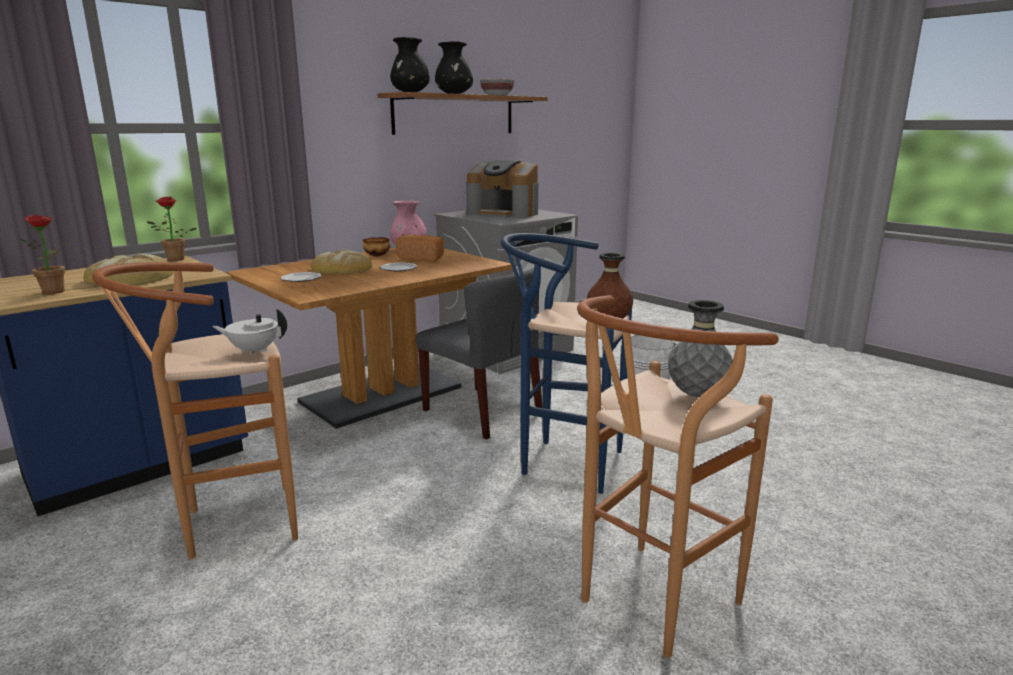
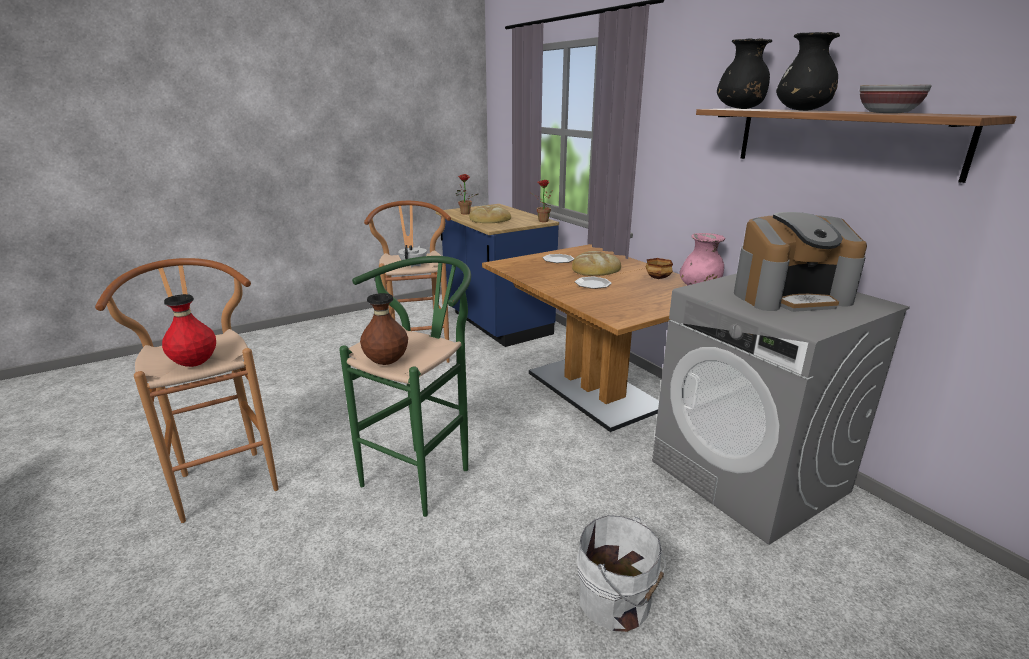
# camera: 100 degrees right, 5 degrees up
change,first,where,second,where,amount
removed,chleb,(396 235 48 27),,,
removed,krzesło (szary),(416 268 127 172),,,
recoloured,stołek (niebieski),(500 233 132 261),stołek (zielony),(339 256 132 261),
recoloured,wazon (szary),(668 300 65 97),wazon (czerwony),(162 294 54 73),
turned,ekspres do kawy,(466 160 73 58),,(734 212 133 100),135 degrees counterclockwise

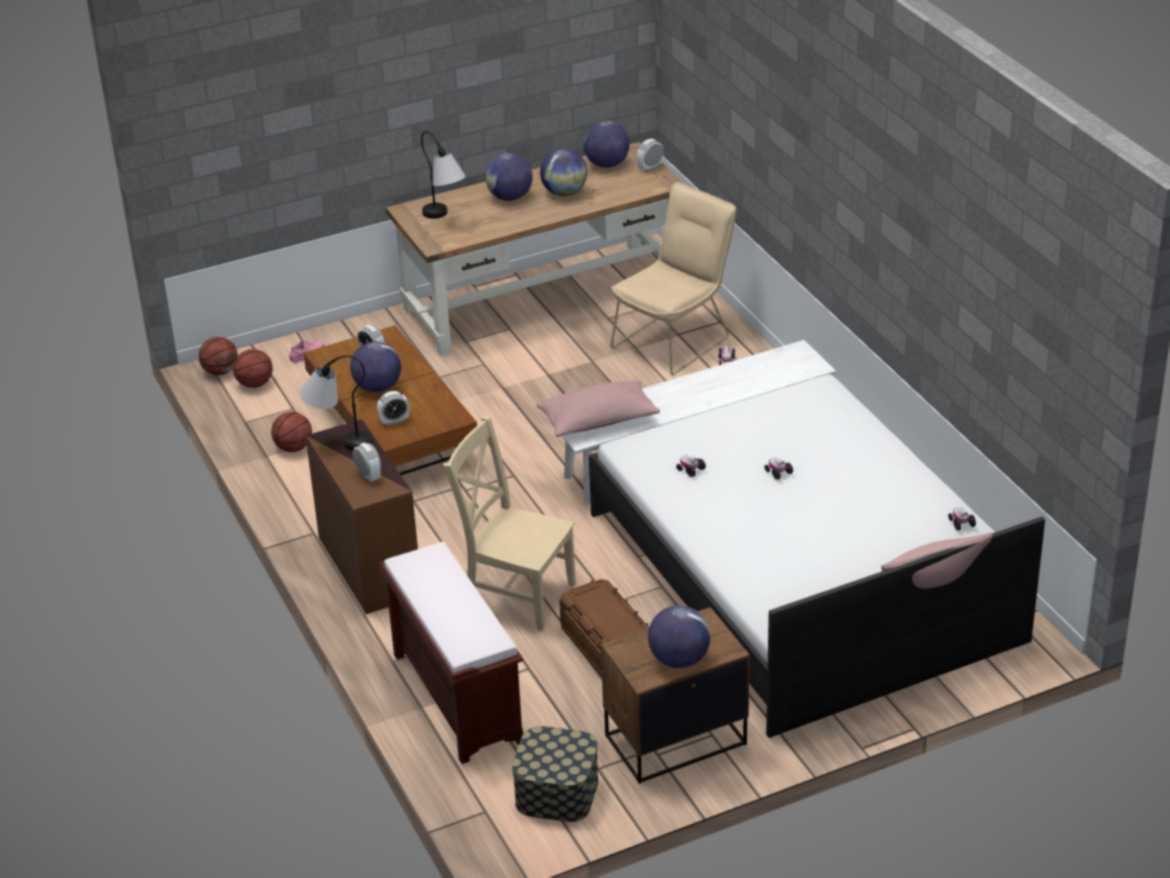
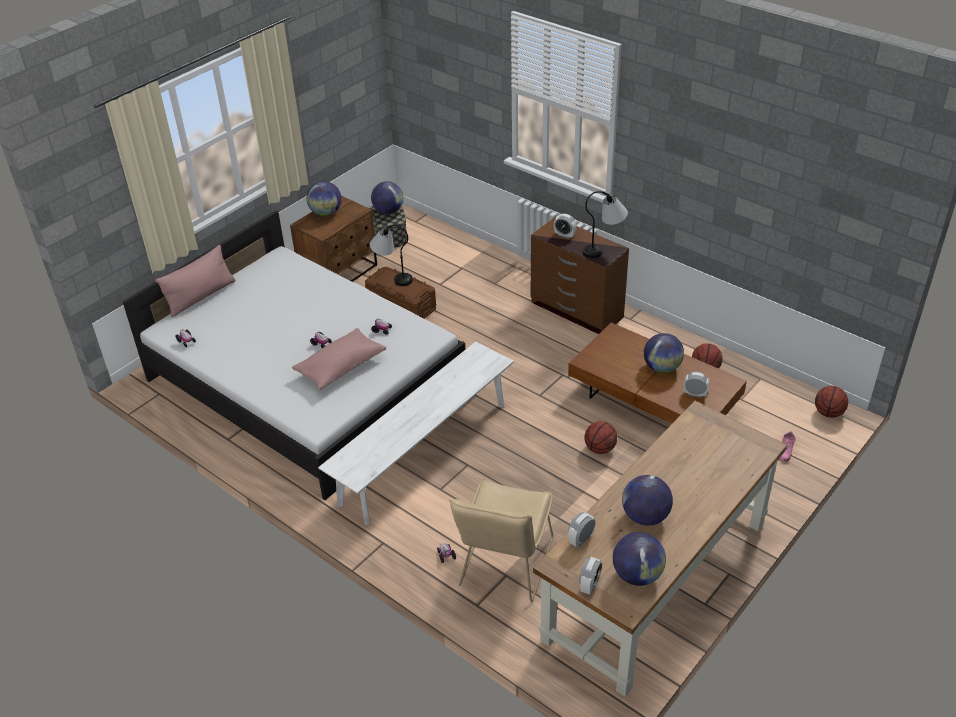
# camera: 155 degrees right, 5 degrees up
change,first,where,second,where,amount
removed,ławka (brązowy),(379 542 144 222),,,
removed,krzesło (beżowy),(443 415 133 216),,,
moved,piłka do koszykówki,(233 349 40 39),,(585 421 32 33),
moved,budzik,(377 391 33 35),,(568 512 27 35),
moved,lampa stołowa,(421 131 45 88),,(370 225 43 61),
moved,globus,(485 153 48 48),,(371 181 33 33),
moved,poduszka (różowy),(537 380 123 57),,(292 328 94 62),

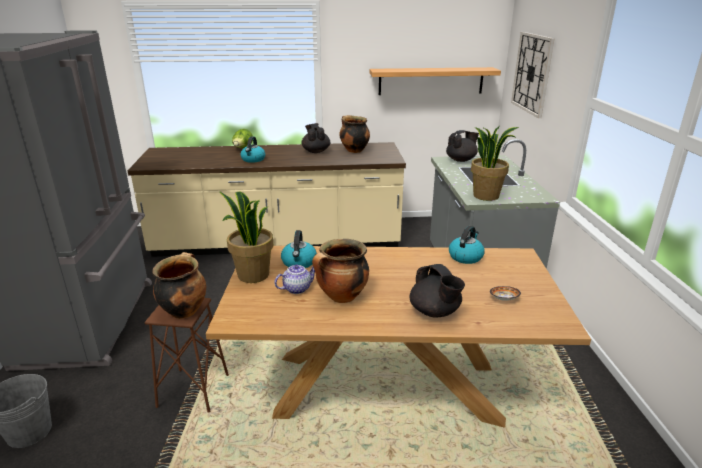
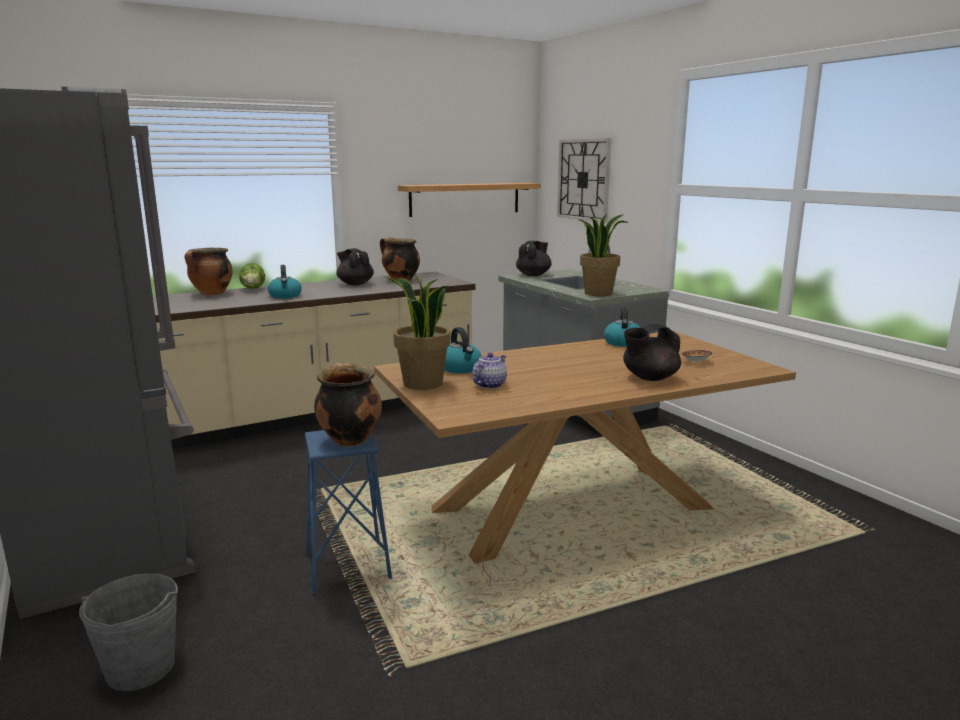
# camera: 25 degrees left, 10 degrees down
change,first,where,second,where,amount
moved,garnek,(312 239 57 64),,(185 248 47 47),
recoloured,stołek (brązowy),(144 298 85 115),stołek (niebieski),(305 430 87 164),
turned,imbryk (czarny),(409 264 56 54),,(623 324 58 57),120 degrees clockwise

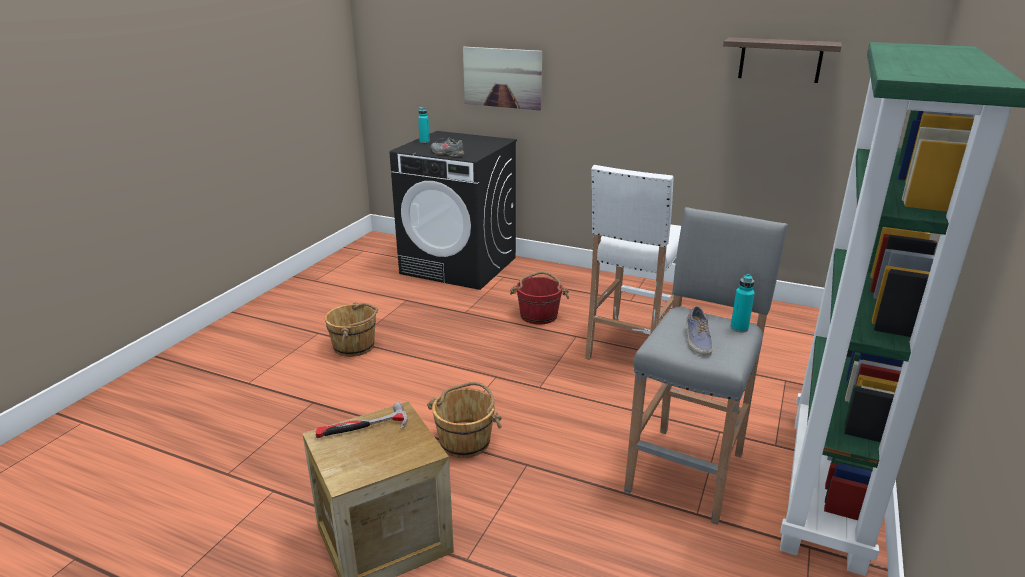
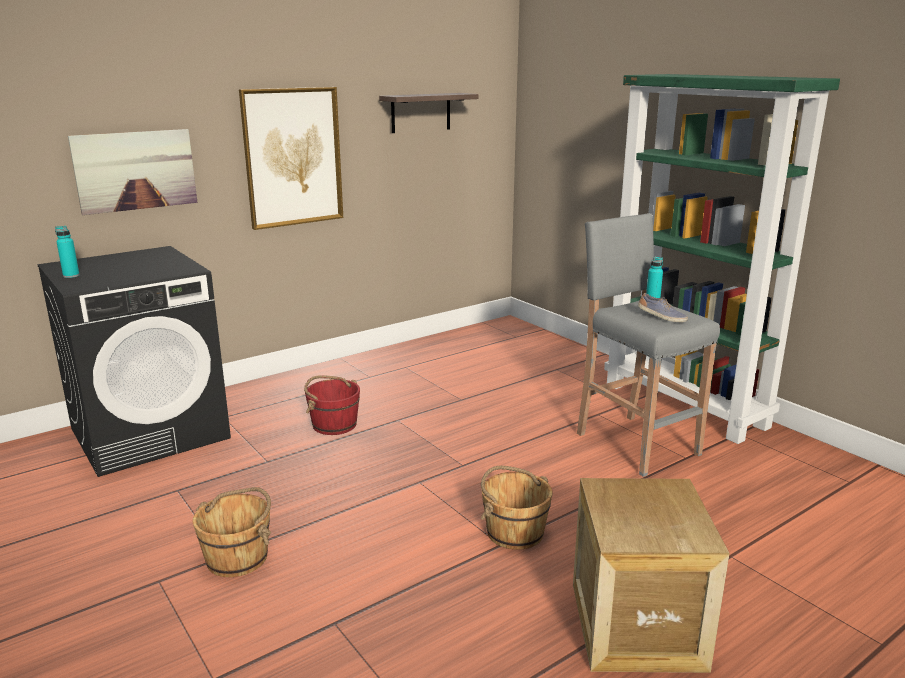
# camera: 60 degrees left, 5 degrees down
change,first,where,second,where,amount
removed,młotek,(315 402 93 36),,,
removed,but (szary),(431 137 33 20),,,
removed,stołek (biały),(585 165 96 195),,,
added,,,obraz,(239 87 104 143),

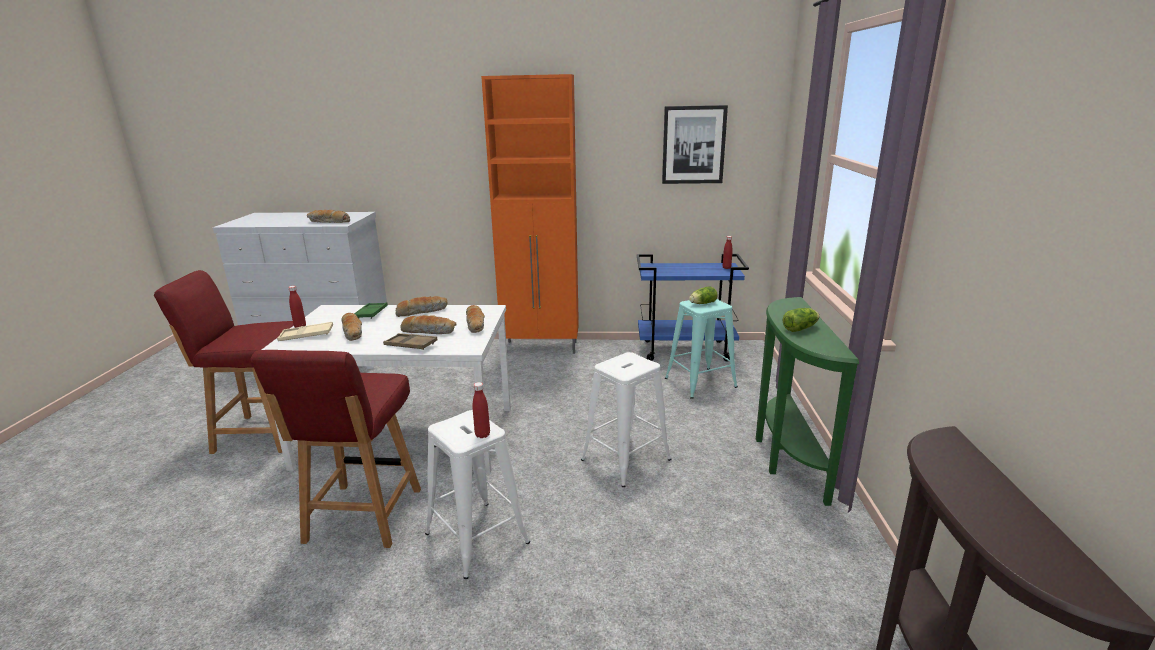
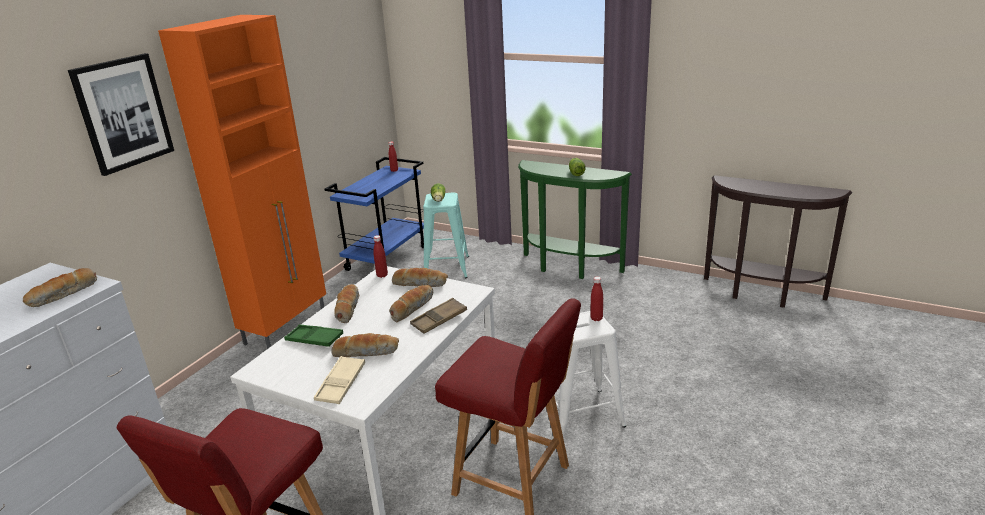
# camera: 65 degrees left, 5 degrees up
change,first,where,second,where,amount
removed,stołek (biały),(581 352 90 135),,,
moved,butelka (czerwony),(288 286 18 42),,(373 235 15 43),
moved,obraz,(662 105 66 79),,(68 53 106 123),

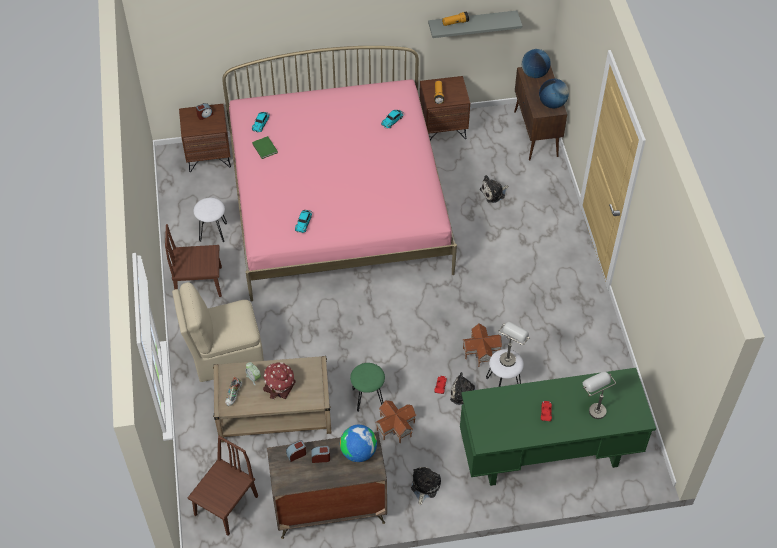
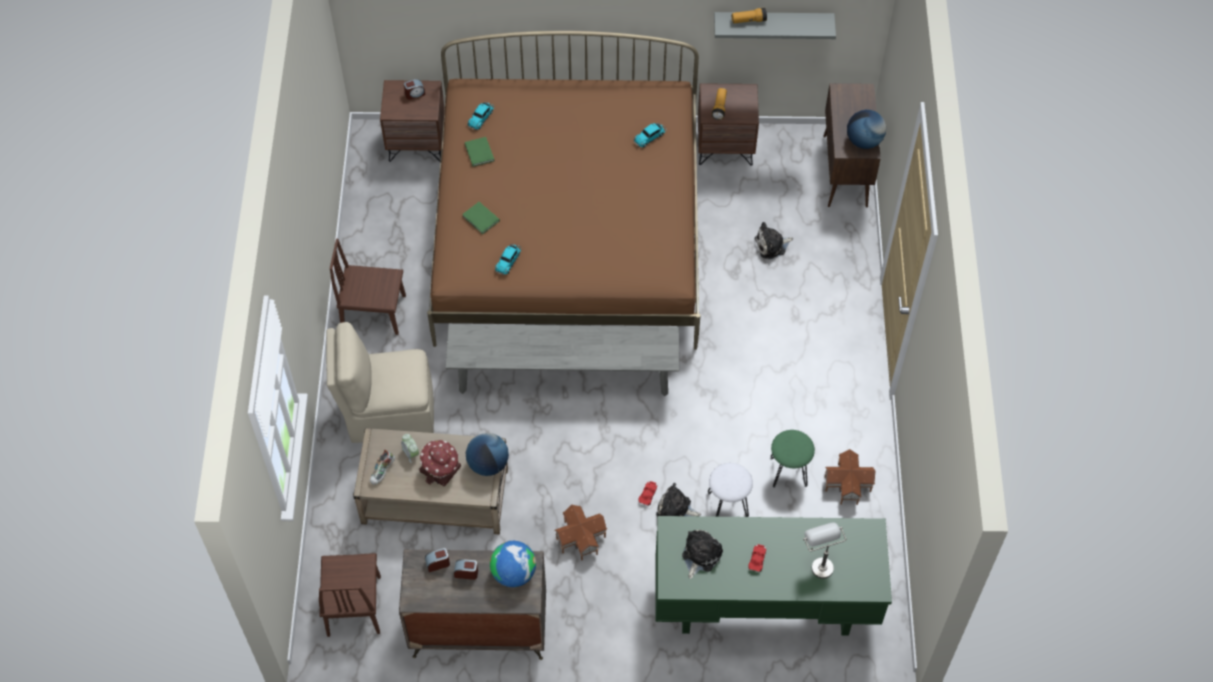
# camera: 10 degrees right, 5 degrees up
change,first,where,second,where,amount
removed,stołek (biały),(194 198 33 44),,,
removed,lampa stołowa (szary),(499 322 31 45),,,
added,,,ławka (szary),(445 324 234 72),
added,,,książka (zielony),(462 202 38 32),
moved,stołek (zielony),(350 363 35 49),,(770 430 45 58),
moved,pluszak,(411 467 30 38),,(682 530 41 49),
moved,domek,(463 323 39 44),,(825 449 50 56),
moved,globus,(522 49 29 29),,(466 433 43 43),
recoloured,łóżko (różowy),(222 46 235 256),łóżko (brązowy),(427 31 274 319),
turned,krzesło (brązowy),(188 436 70 100),,(319 553 62 84),135 degrees clockwise

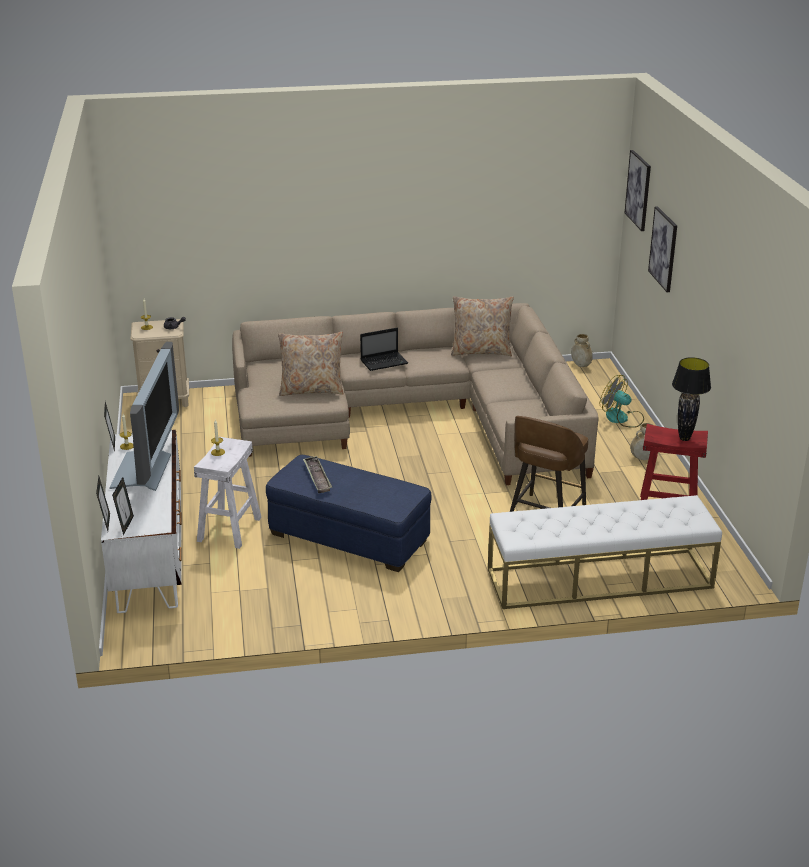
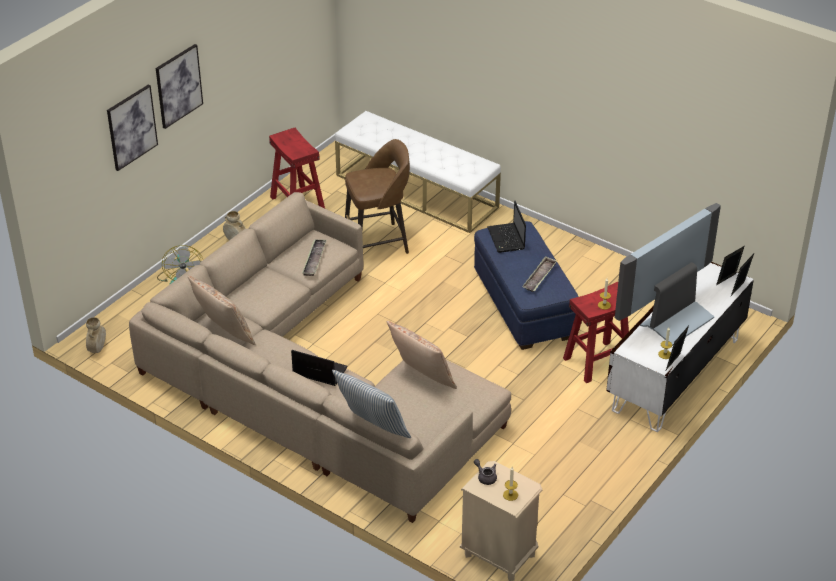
# camera: 135 degrees left, 10 degrees up
change,first,where,second,where,amount
removed,lampa stołowa (czarny),(672 357 39 84),,,
added,,,taca,(302 239 25 37),
added,,,poduszka,(332 370 79 68),
added,,,laptop,(487 201 39 52),
moved,obraz,(625 150 26 81),,(156 44 47 85),
recoloured,stołek (biały),(194 437 68 112),stołek (czerwony),(563 282 66 101),

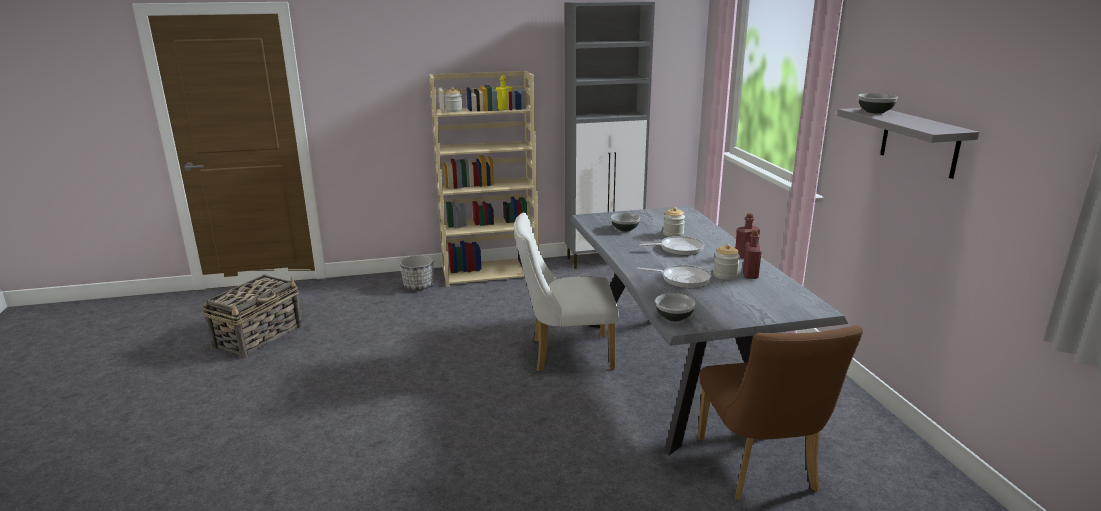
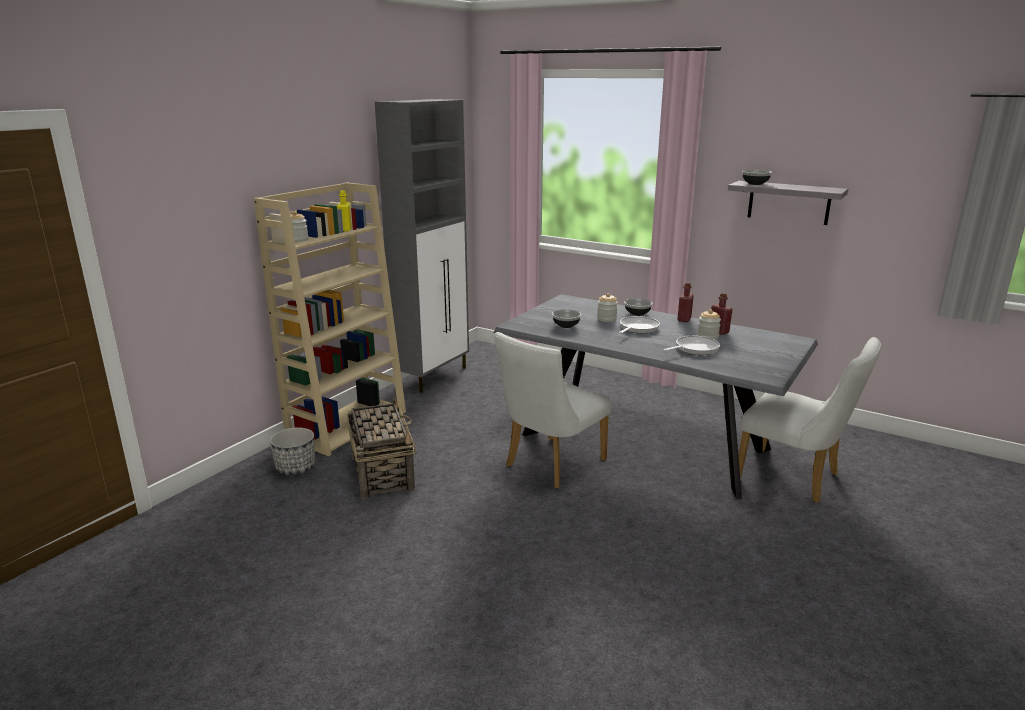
# camera: 45 degrees left, 0 degrees up
change,first,where,second,where,amount
moved,koszyk,(202 275 101 84),,(347 397 69 102),
moved,miska,(655 293 41 28),,(624 298 29 18),
recoloured,krzesło (brązowy),(697 325 166 175),krzesło (biały),(738 337 143 166),

